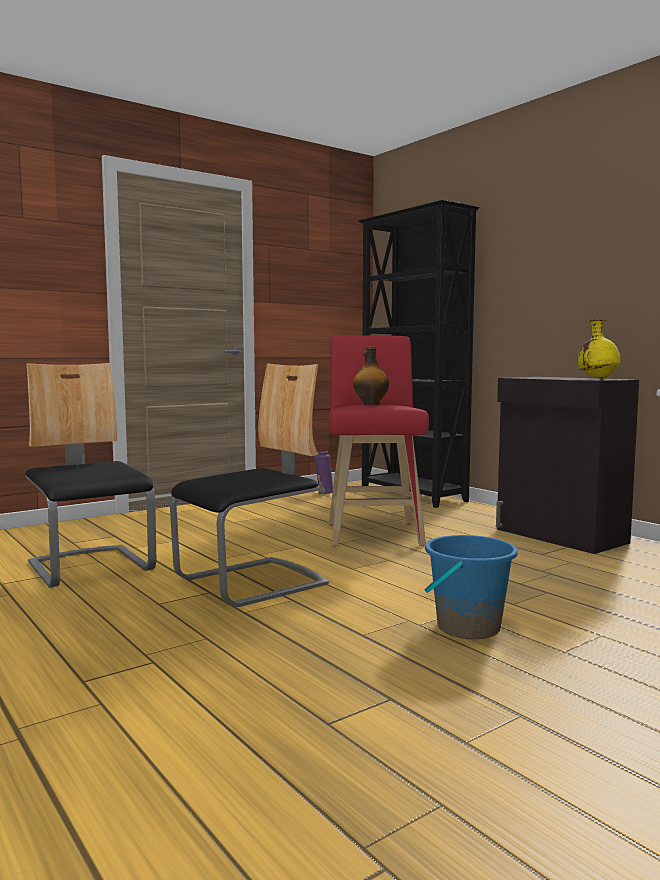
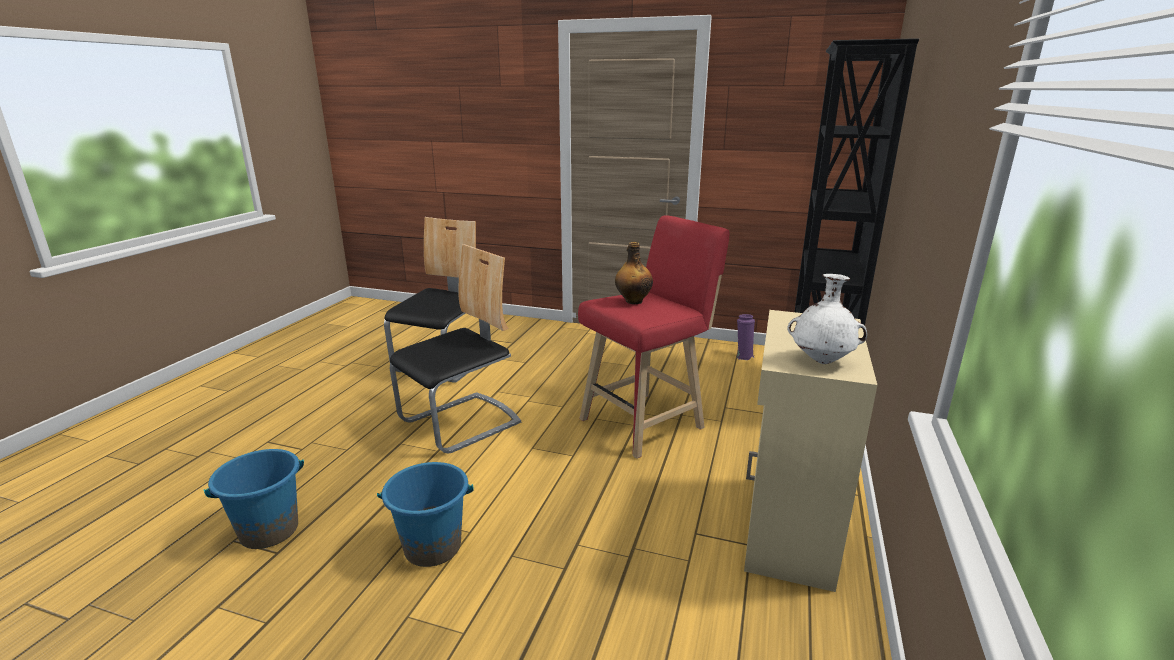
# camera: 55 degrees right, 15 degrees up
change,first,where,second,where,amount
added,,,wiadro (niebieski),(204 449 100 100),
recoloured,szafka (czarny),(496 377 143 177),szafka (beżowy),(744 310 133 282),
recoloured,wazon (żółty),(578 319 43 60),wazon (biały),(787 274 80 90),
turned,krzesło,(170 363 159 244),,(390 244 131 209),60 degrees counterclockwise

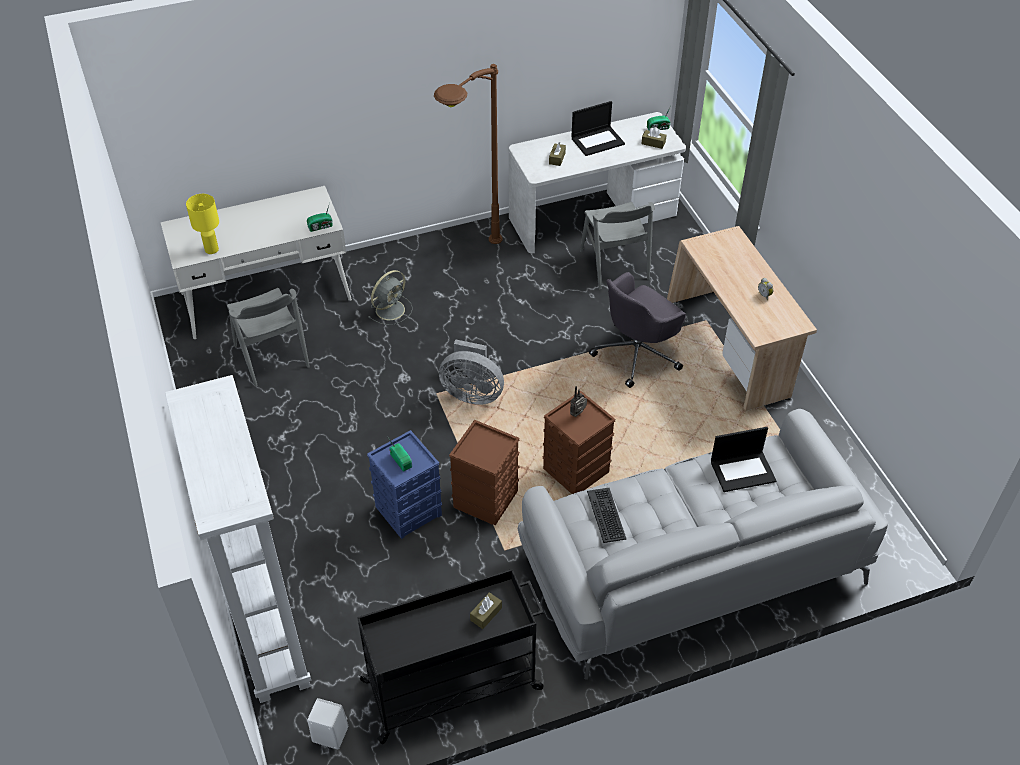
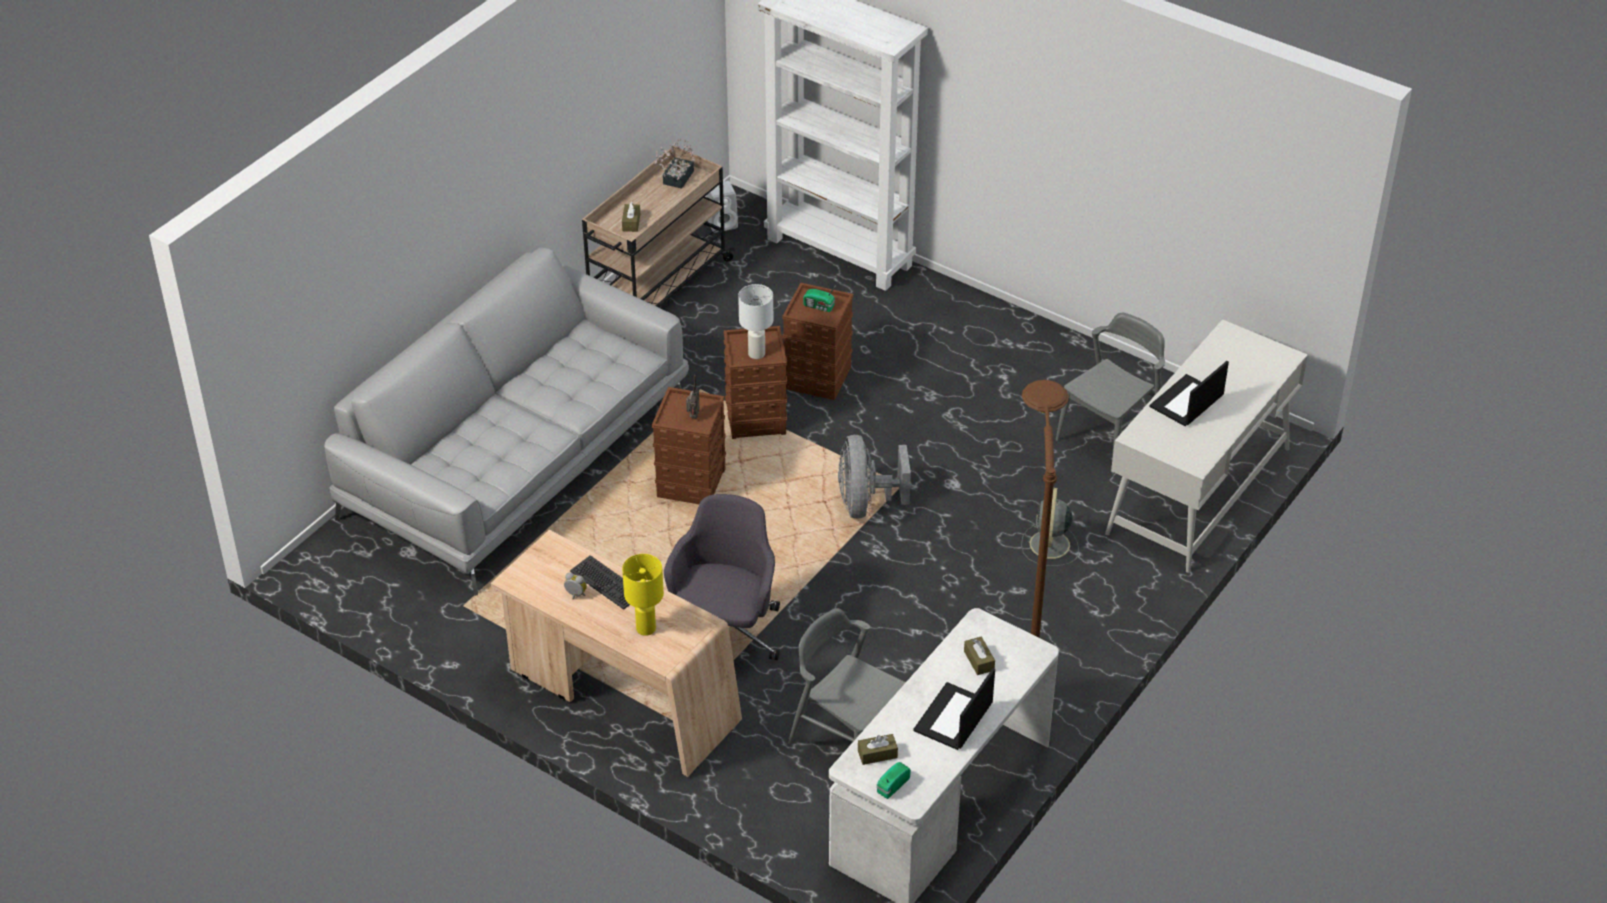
# camera: 145 degrees right, 5 degrees down
change,first,where,second,where,amount
removed,radio,(307 203 26 29),,,
added,,,roślina doniczkowa,(655 139 40 50),
added,,,lampa stołowa (biały),(738 284 35 75),
moved,lampa stołowa (żółty),(186 194 33 60),,(622 554 42 82),
moved,klawiatura,(587 488 39 55),,(570 555 60 55),
moved,laptop,(711 427 65 65),,(1149 361 80 65),
recoloured,wózek (czarny),(357 569 187 175),wózek (beżowy),(582 147 153 160),
recoloured,pojemnik do przechowywania (niebieski),(367 430 75 109),pojemnik do przechowywania (brązowy),(782 283 71 117),
turned,krzesło (szary),(227 288 83 98),,(1056 313 109 161),105 degrees clockwise
turned,wentylator (szary),(439 340 65 65),,(838 435 73 83),75 degrees counterclockwise

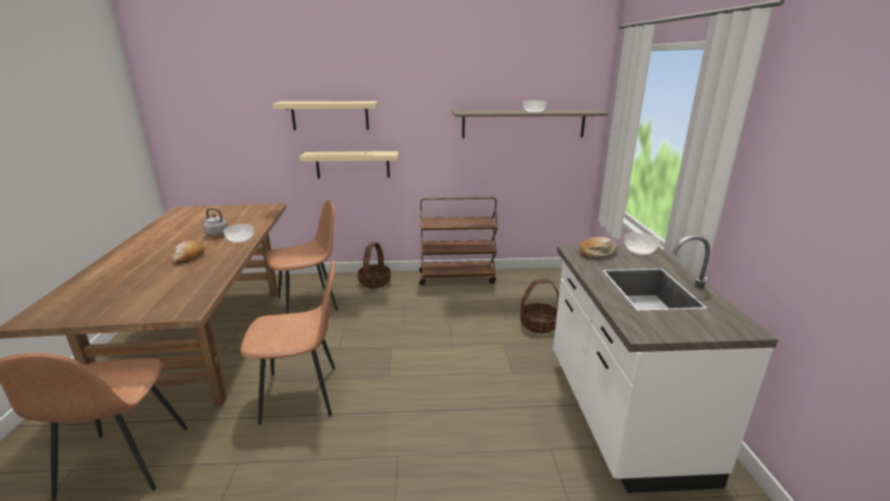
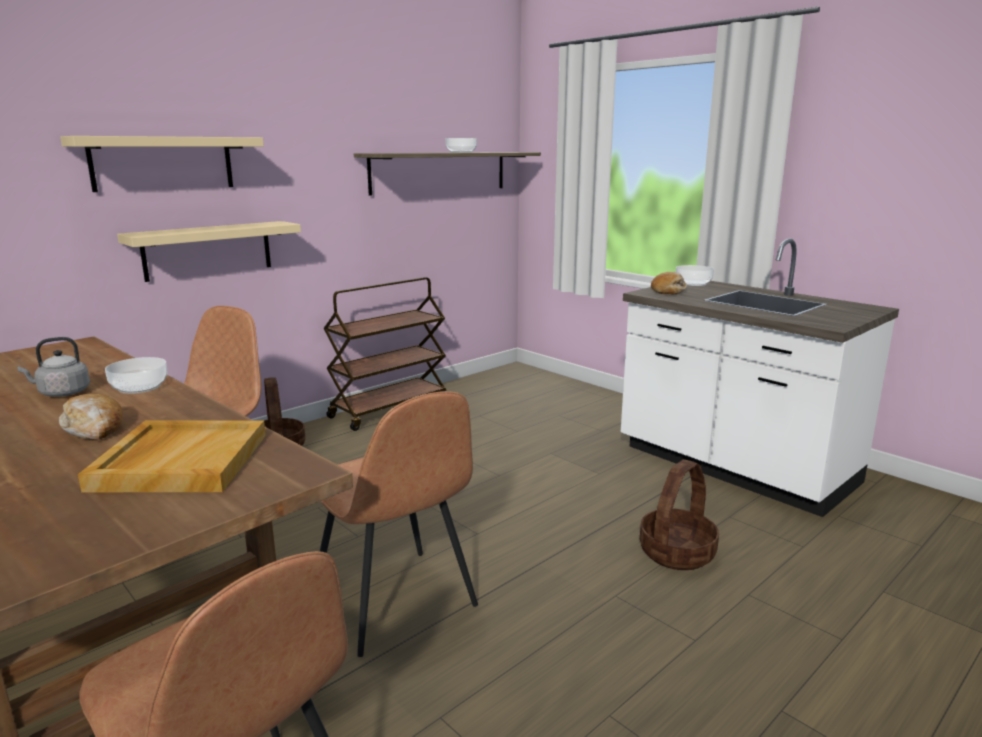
# camera: 40 degrees left, 5 degrees down
change,first,where,second,where,amount
added,,,taca (beżowy),(78 420 188 72),
moved,koszyk,(520 279 39 54),,(640 459 79 111),
turned,krzesło (brązowy),(241 259 95 166),,(320 391 158 266),105 degrees clockwise

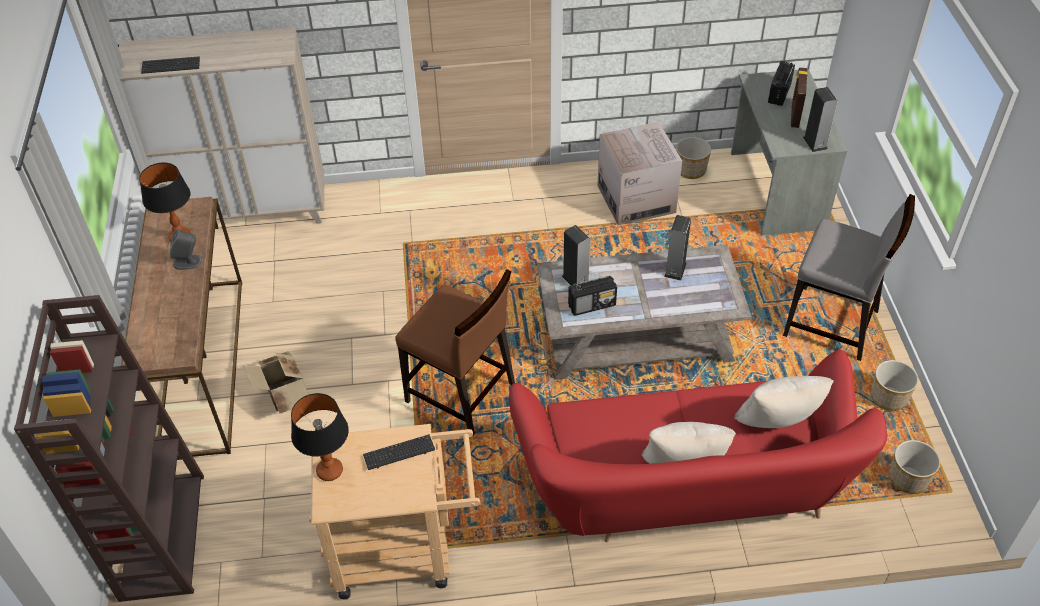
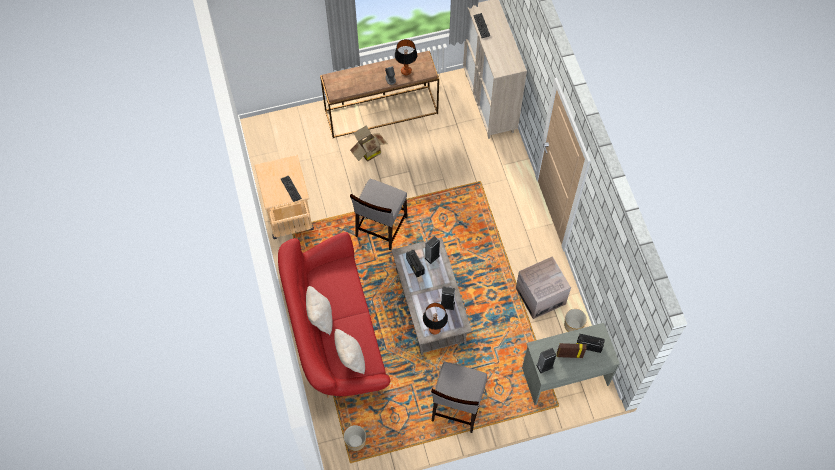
# camera: 80 degrees right, 15 degrees up
change,first,where,second,where,amount
removed,regał (brązowy),(14 295 190 307),,,
removed,donica,(871 360 47 51),,,
moved,lampa stołowa,(291 393 58 88),,(423 303 25 31),
recoloured,krzesło (brązowy),(395 269 120 166),krzesło (szary),(350 179 58 71),

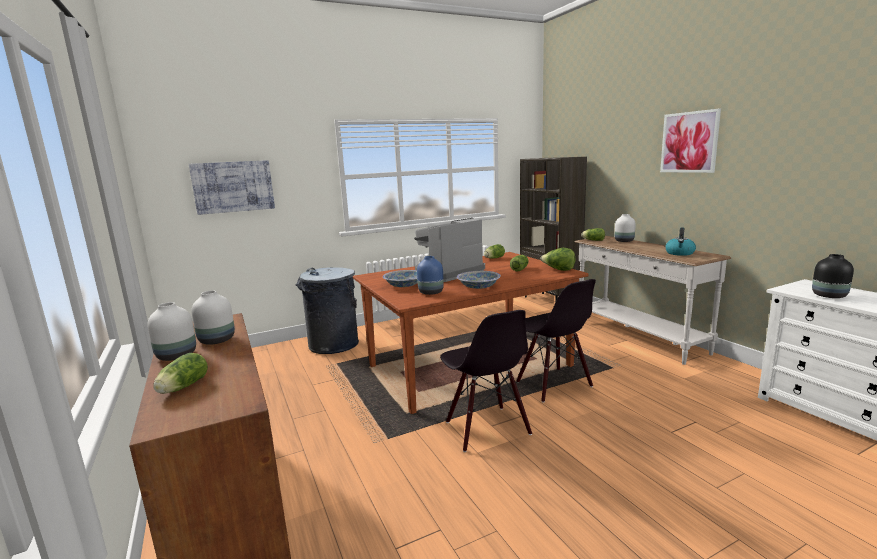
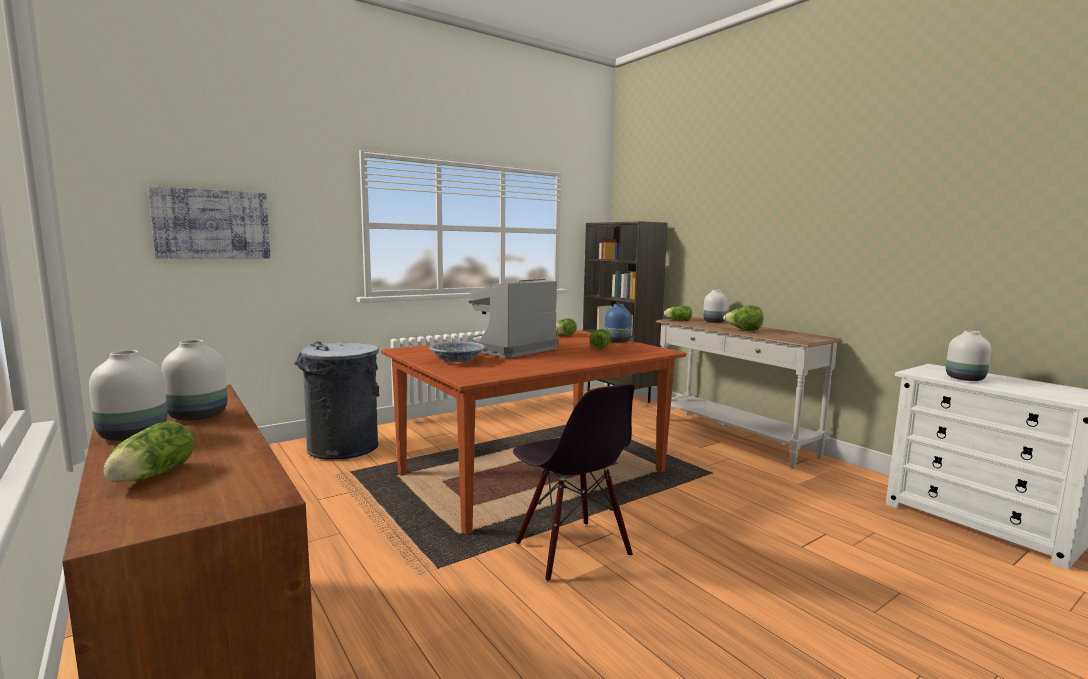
# camera: 10 degrees left, 5 degrees down
change,first,where,second,where,amount
removed,miska,(457 271 44 18),,,
removed,krzesło (czarny),(516 279 80 124),,,
removed,obraz,(660 108 61 65),,,
removed,czajnik,(665 228 31 28),,,
moved,wazon (niebieski),(417 256 27 39),,(604 304 28 39),
moved,sałata,(540 248 36 23),,(723 305 41 26),
recoloured,wazon (czarny),(812 254 42 44),wazon (biały),(946 330 45 51),

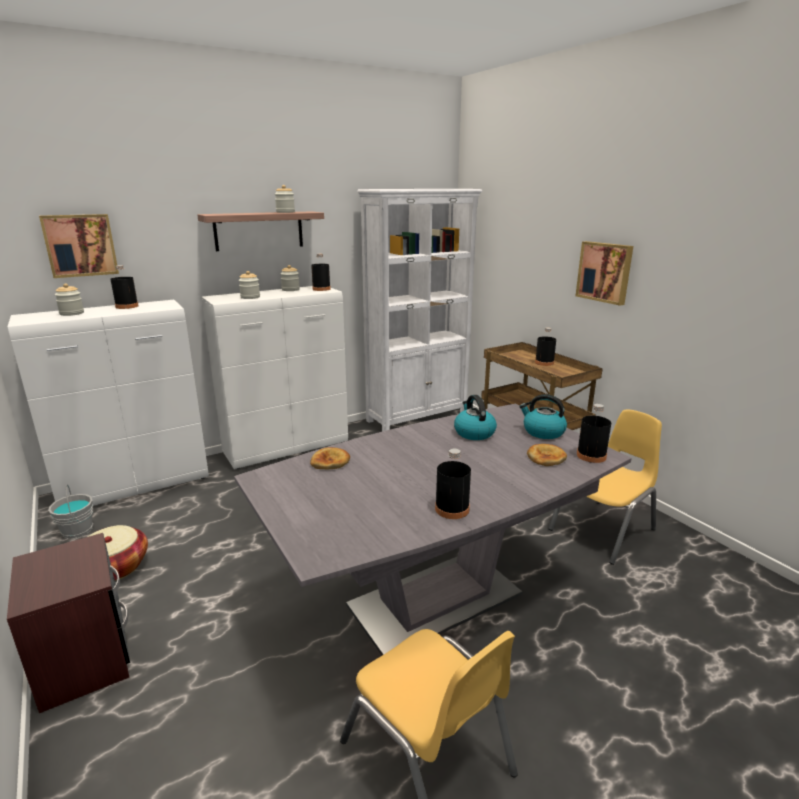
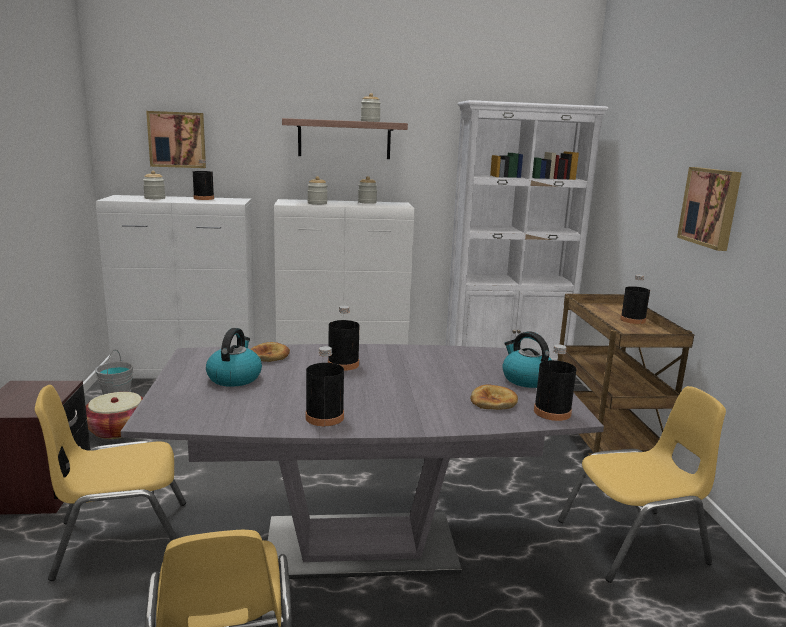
# camera: 25 degrees right, 5 degrees down
change,first,where,second,where,amount
added,,,krzesło (żółty),(35 385 151 196),
moved,butelka (czarny),(311 254 20 37),,(328 306 31 65),
moved,czajnik,(454 395 43 45),,(206 328 56 59),

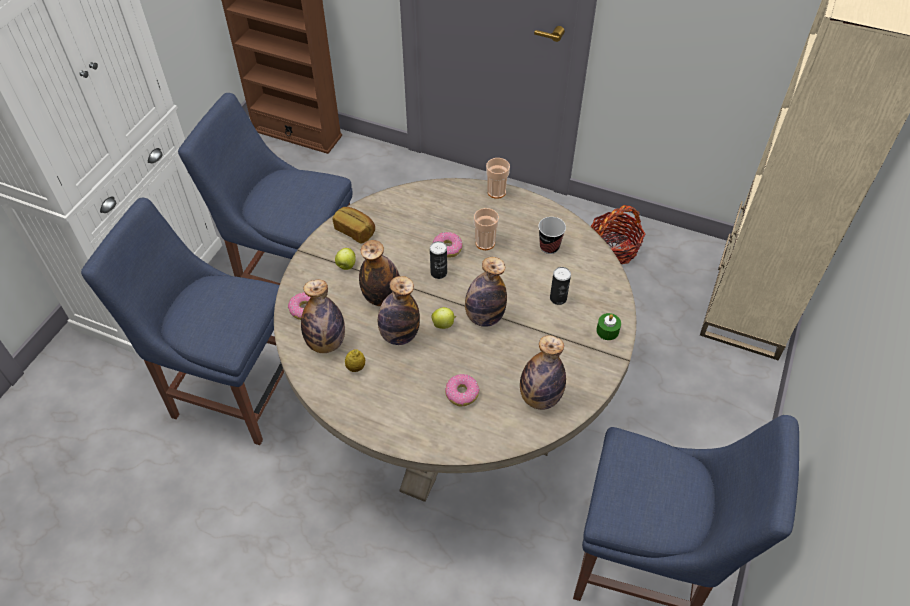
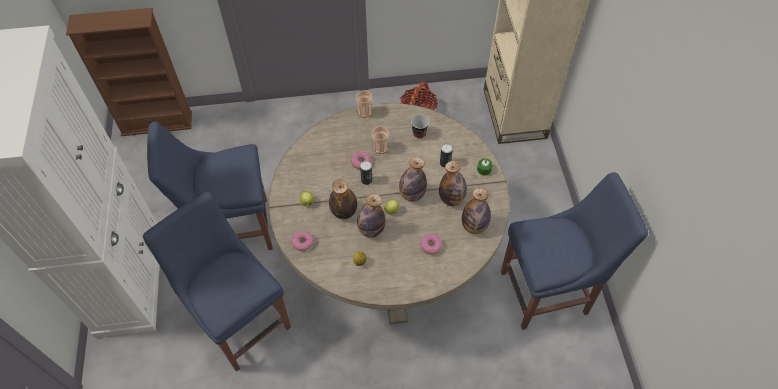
# camera: 30 degrees left, 5 degrees up
change,first,where,second,where,amount
removed,chleb,(332 207 43 37),,,
moved,butelka,(301 279 44 74),,(439 161 28 45),
turned,krzesło (niebieski),(81 198 203 247),,(143 192 148 179),60 degrees clockwise

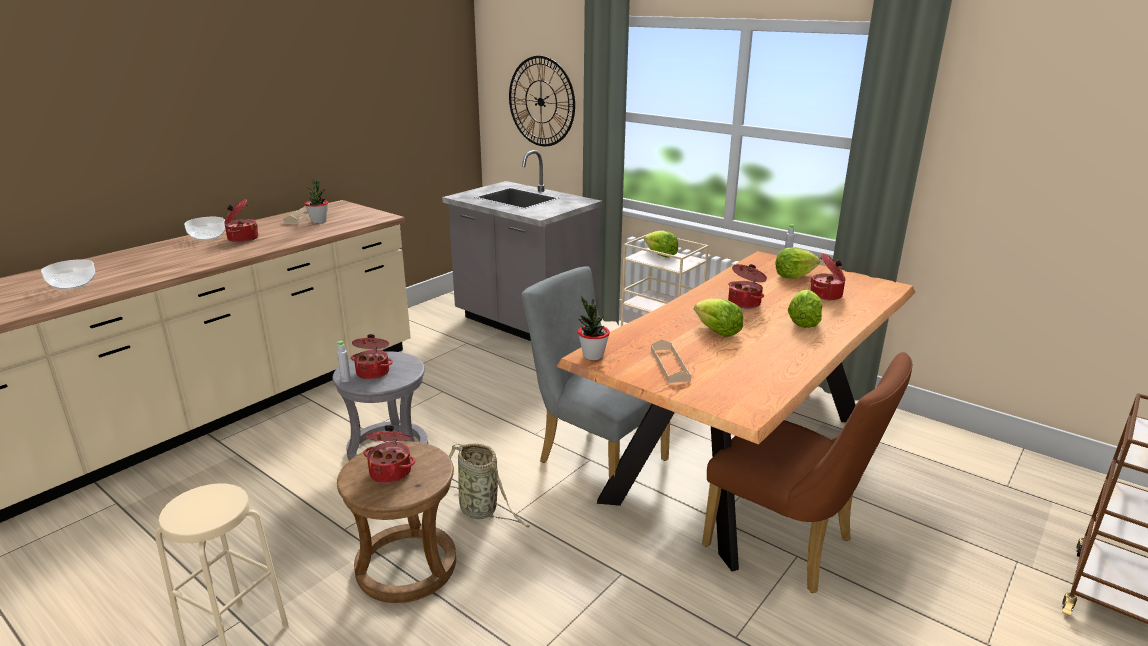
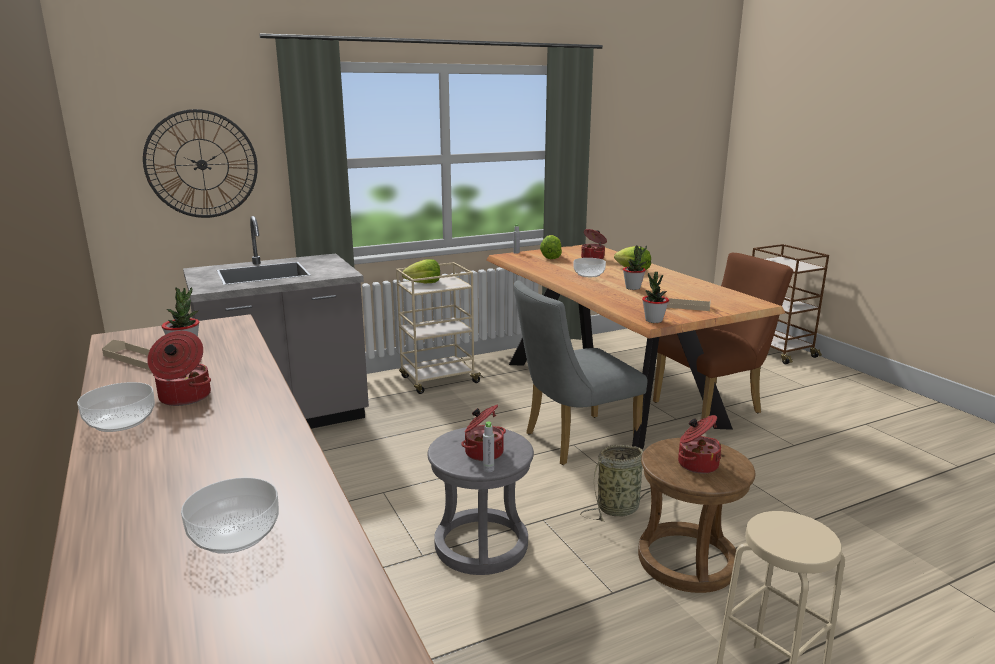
# camera: 65 degrees left, 5 degrees down
change,first,where,second,where,amount
replaced,sałata,(694 299 49 38),roślina doniczkowa,(623 245 24 45),
replaced,garnek,(728 264 39 45),miska,(574 258 32 19),

